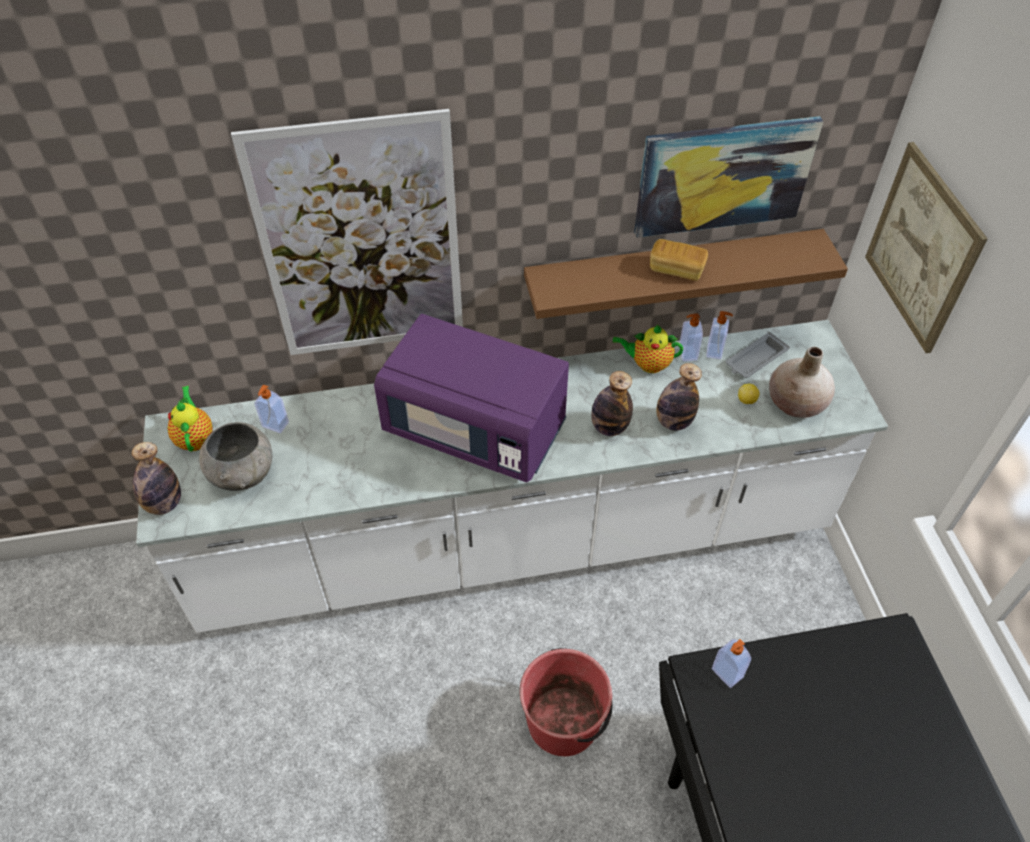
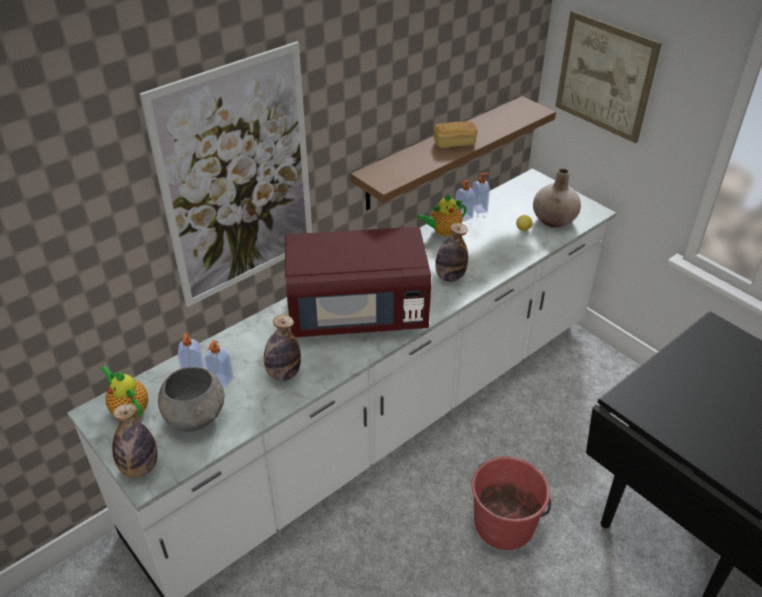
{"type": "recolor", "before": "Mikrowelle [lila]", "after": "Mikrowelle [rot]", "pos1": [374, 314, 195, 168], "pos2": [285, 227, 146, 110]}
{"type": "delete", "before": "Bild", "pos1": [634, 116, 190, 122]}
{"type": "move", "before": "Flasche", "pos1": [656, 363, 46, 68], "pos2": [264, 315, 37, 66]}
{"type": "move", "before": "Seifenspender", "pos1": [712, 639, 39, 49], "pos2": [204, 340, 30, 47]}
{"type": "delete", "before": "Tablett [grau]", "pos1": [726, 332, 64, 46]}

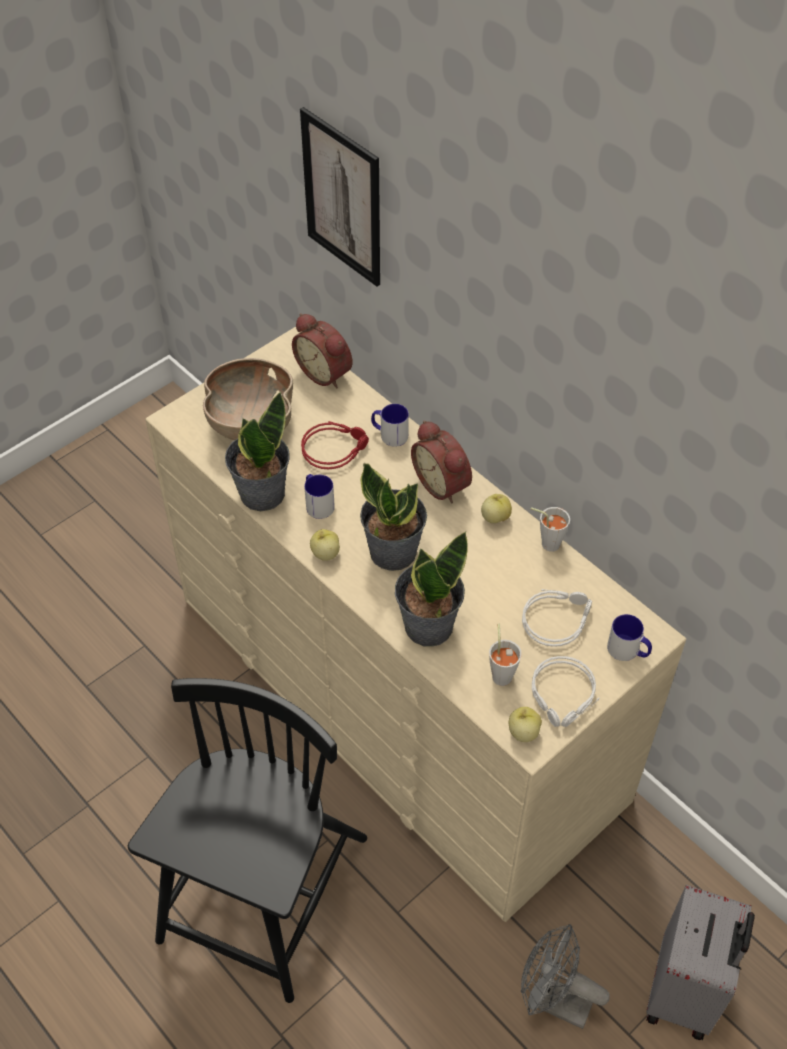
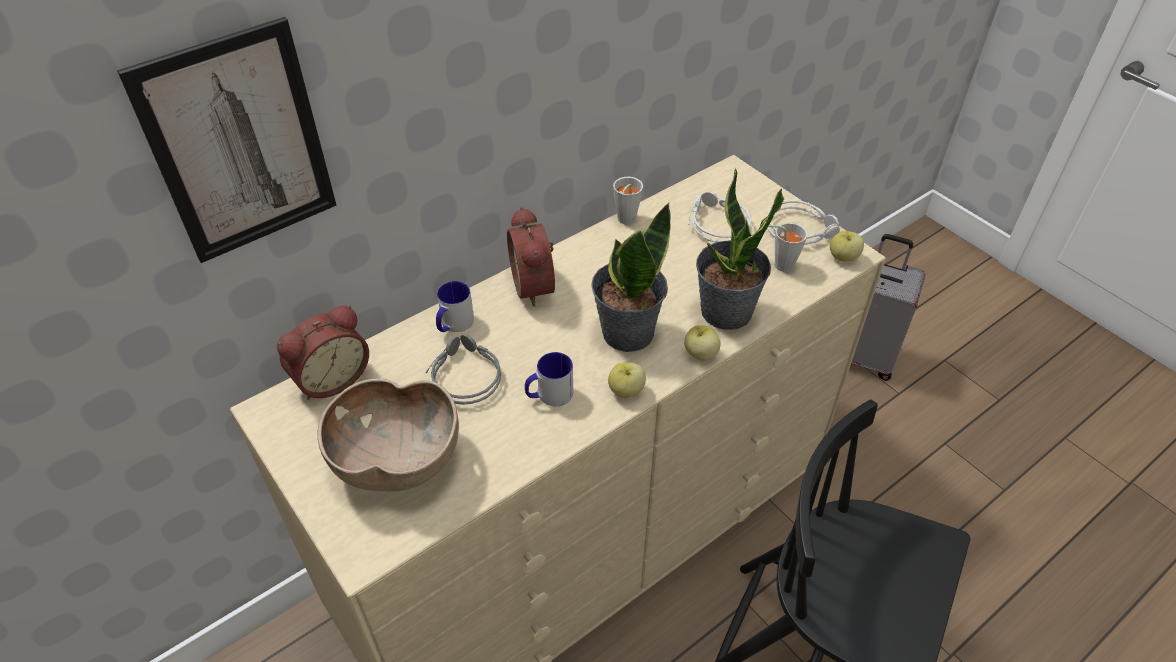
{"type": "delete", "before": "Topfpflanze", "pos1": [225, 391, 65, 120]}
{"type": "recolor", "before": "Kopfhörer [rot]", "after": "Kopfhörer [grau]", "pos1": [301, 421, 68, 48], "pos2": [425, 334, 76, 71]}
{"type": "rotate", "before": "Wecker", "pos1": [411, 420, 61, 84], "pos2": [507, 207, 48, 100], "turn": 105}
{"type": "move", "before": "Apfel", "pos1": [481, 494, 31, 29], "pos2": [684, 325, 37, 36]}
{"type": "delete", "before": "Ventilator [grau]", "pos1": [521, 924, 89, 105]}
{"type": "delete", "before": "Henkelbecher", "pos1": [607, 614, 45, 47]}

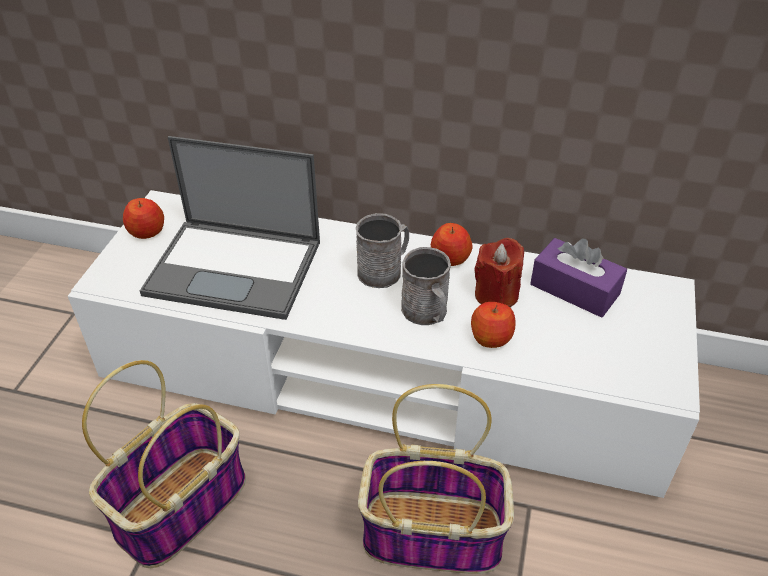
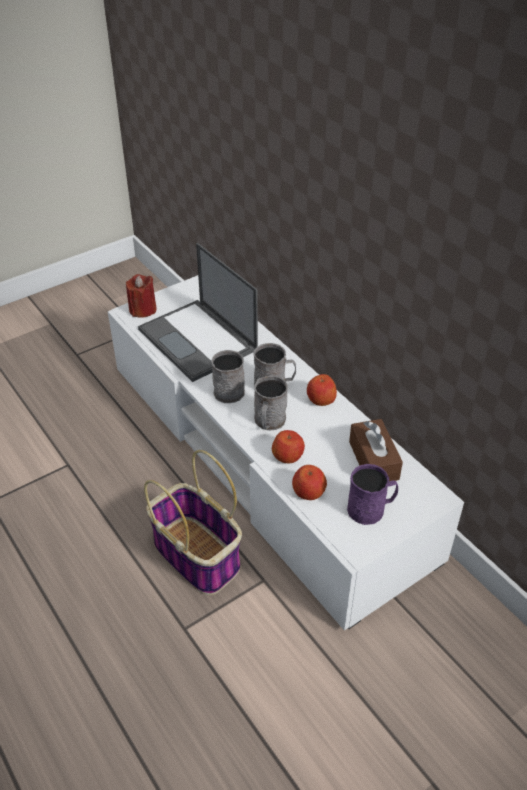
{"type": "delete", "before": "Korb", "pos1": [82, 360, 164, 208]}
{"type": "move", "before": "Apfel", "pos1": [123, 198, 41, 41], "pos2": [292, 465, 35, 35]}
{"type": "move", "before": "Kerze [rot]", "pos1": [474, 238, 50, 69], "pos2": [126, 274, 31, 44]}
{"type": "recolor", "before": "Taschentuchbox [lila]", "after": "Taschentuchbox [braun]", "pos1": [530, 238, 97, 80], "pos2": [349, 419, 54, 62]}
{"type": "insert", "after": "Henkelbecher [grau]", "pos2": [211, 350, 34, 53]}
{"type": "insert", "after": "Henkelbecher [lila]", "pos2": [347, 464, 51, 61]}

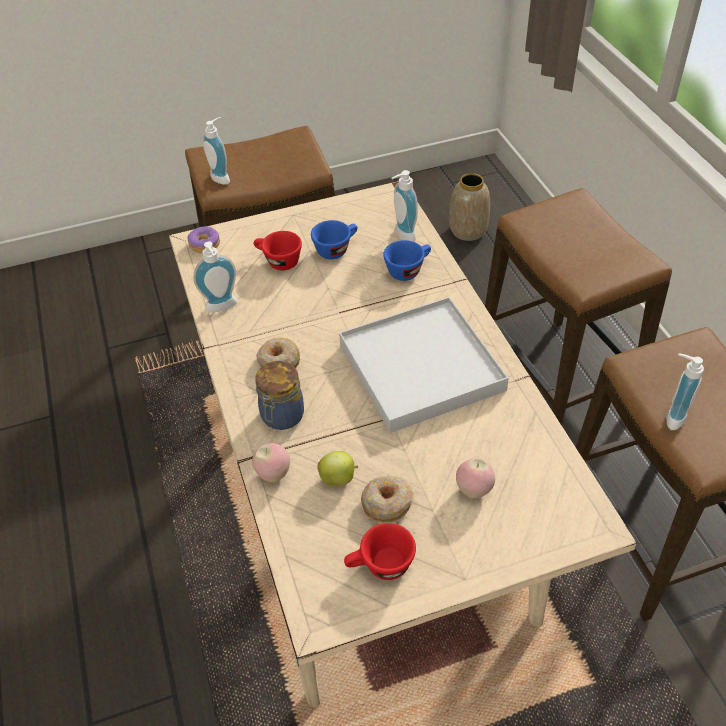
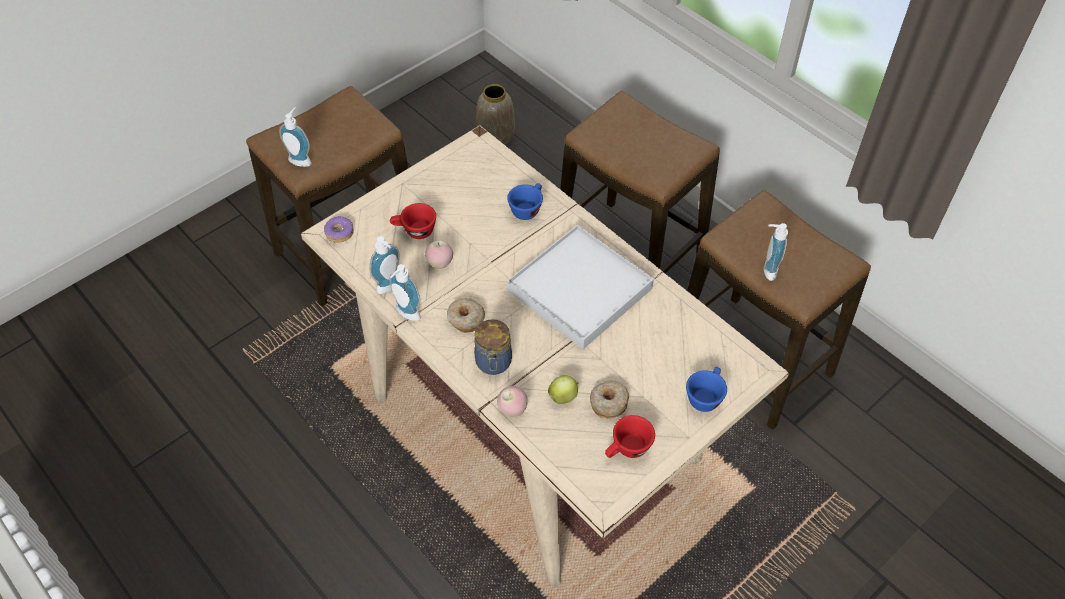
{"type": "move", "before": "Tasse [blau]", "pos1": [311, 220, 46, 40], "pos2": [686, 367, 41, 45]}
{"type": "move", "before": "Seifenspender", "pos1": [392, 170, 26, 72], "pos2": [389, 264, 32, 57]}
{"type": "move", "before": "Apfel", "pos1": [456, 458, 39, 40], "pos2": [425, 240, 28, 29]}

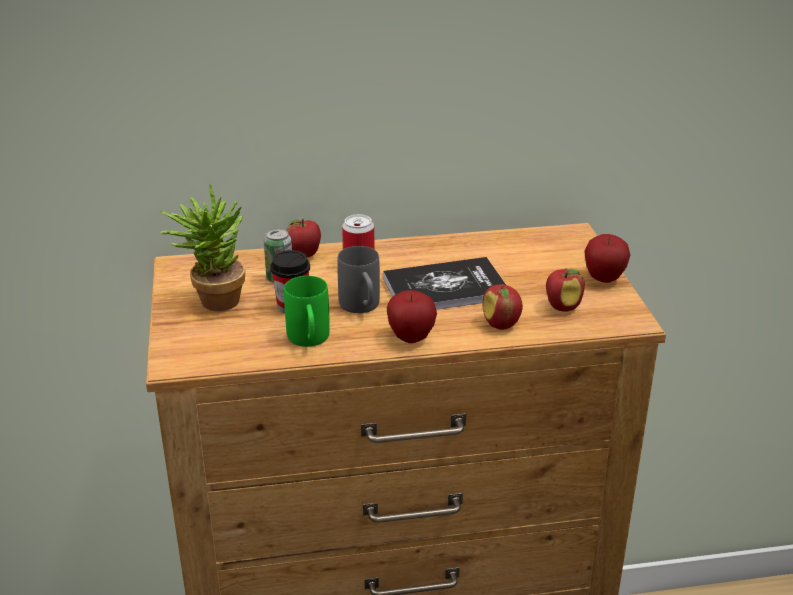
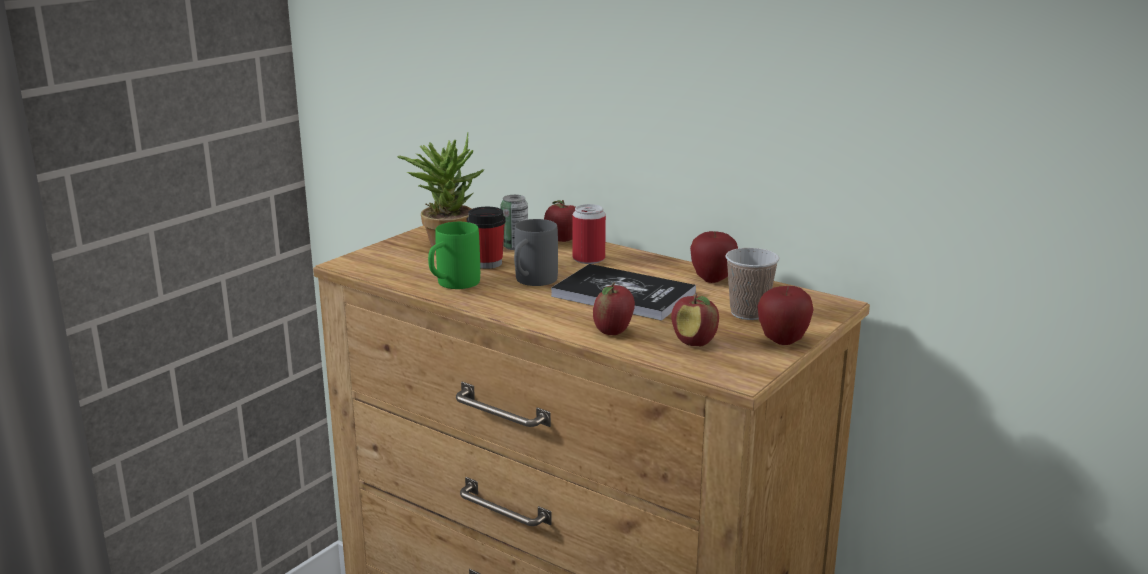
{"type": "move", "before": "Apfel", "pos1": [387, 290, 50, 53], "pos2": [690, 231, 48, 52]}
{"type": "insert", "after": "Tasse", "pos2": [725, 248, 54, 72]}

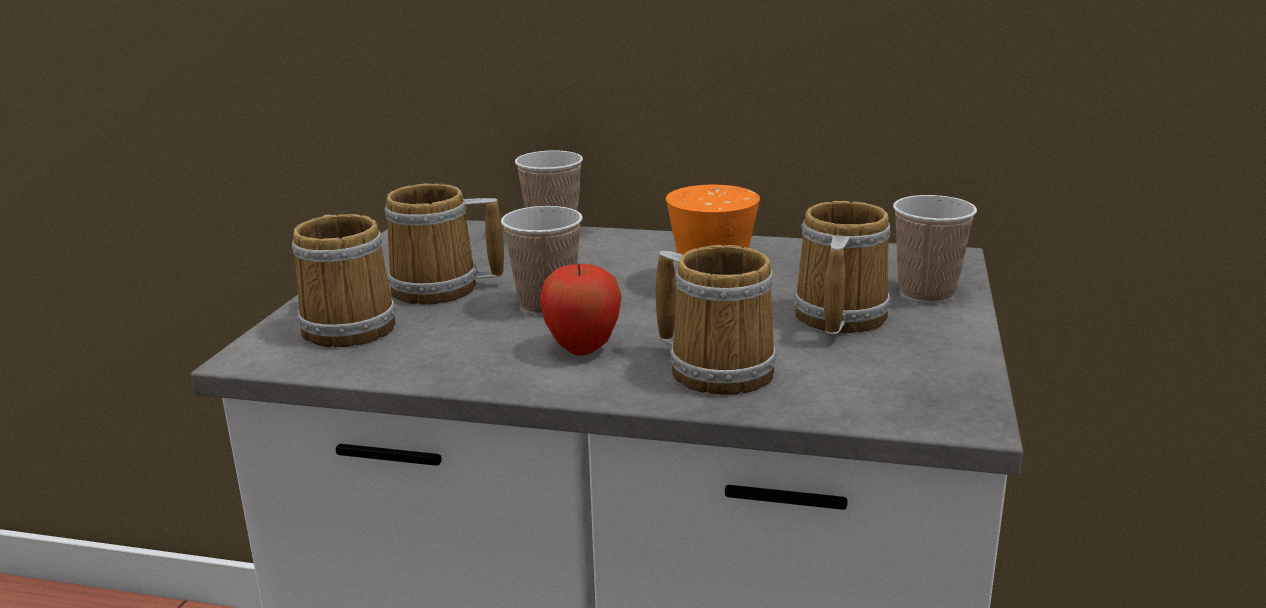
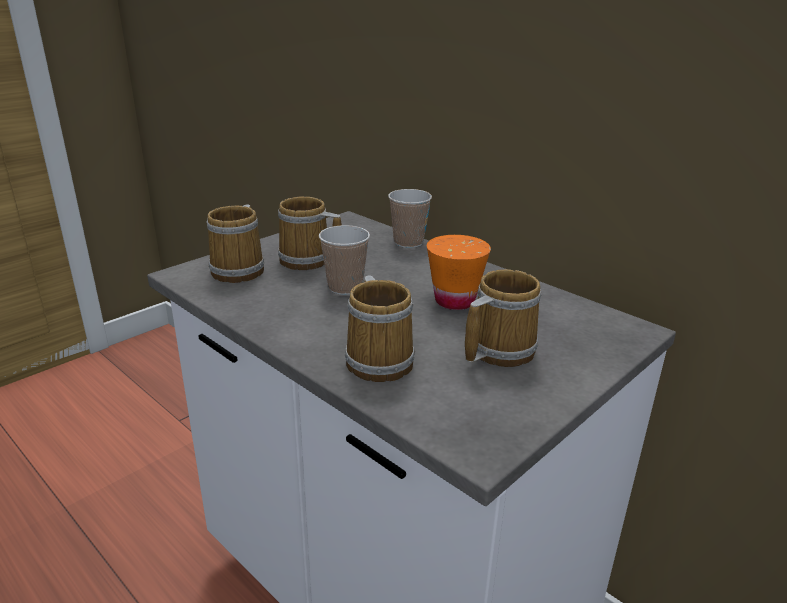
{"type": "delete", "before": "Apfel", "pos1": [540, 263, 82, 93]}
{"type": "delete", "before": "Tasse", "pos1": [893, 195, 84, 109]}

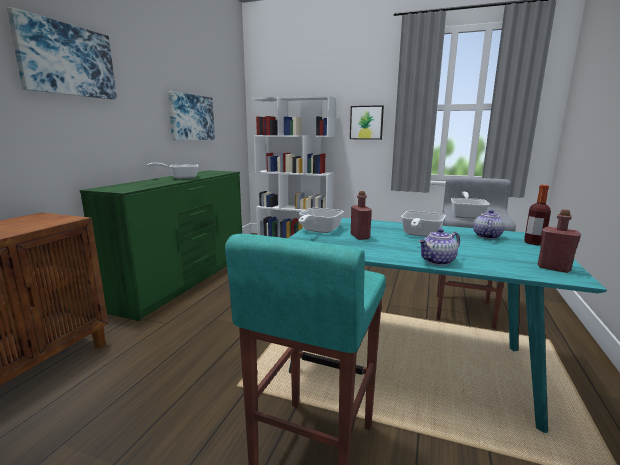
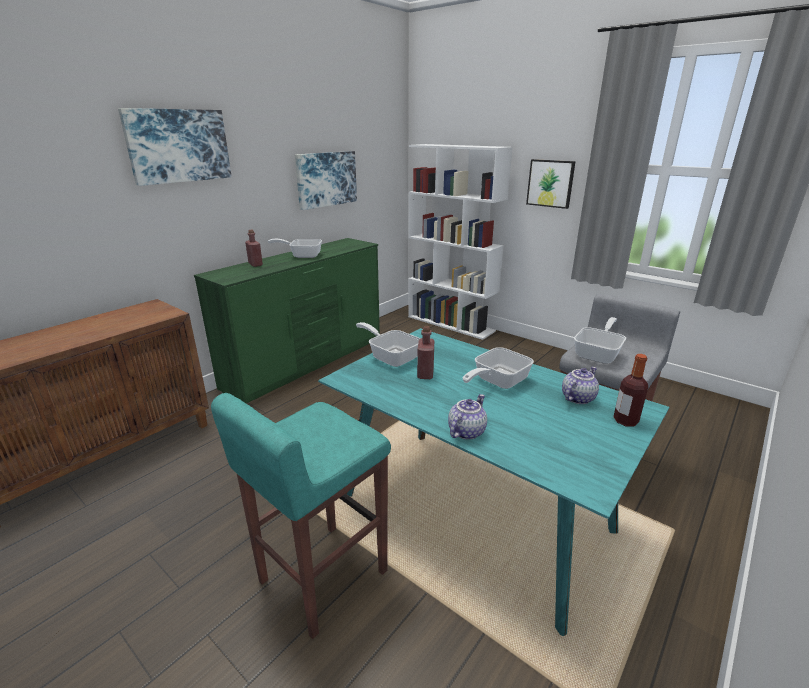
{"type": "rotate", "before": "Pfanne", "pos1": [299, 208, 45, 25], "pos2": [356, 322, 65, 45], "turn": 90}
{"type": "rotate", "before": "Teekanne", "pos1": [419, 228, 41, 37], "pos2": [448, 394, 39, 45], "turn": 135}
{"type": "move", "before": "Flasche [rot]", "pos1": [537, 209, 44, 64], "pos2": [245, 229, 18, 38]}

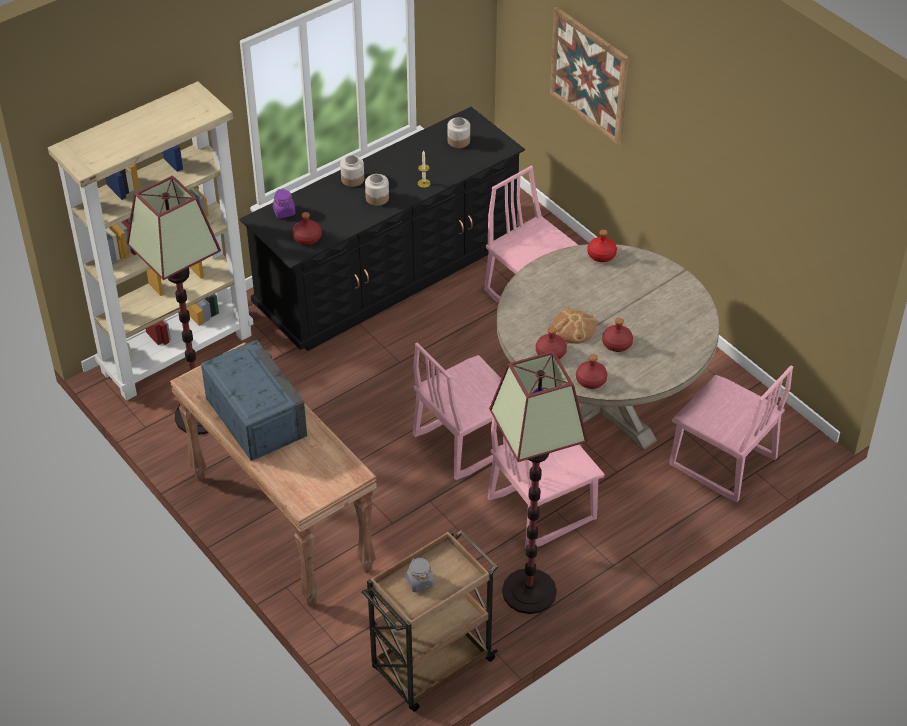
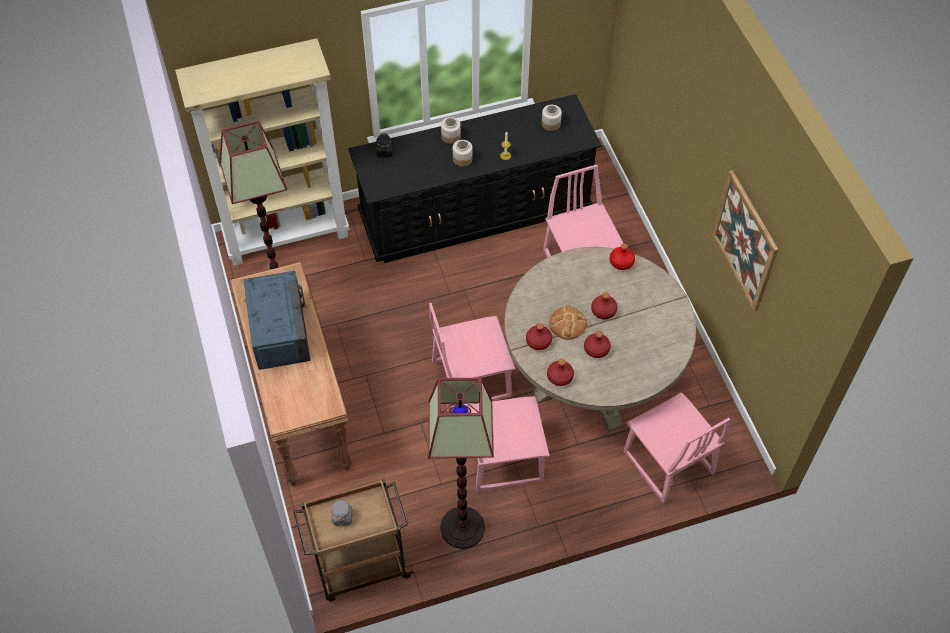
{"type": "recolor", "before": "Vorratsglas [lila]", "after": "Vorratsglas [schwarz]", "pos1": [273, 188, 22, 30], "pos2": [376, 133, 17, 24]}
{"type": "move", "before": "Flasche [rot]", "pos1": [292, 212, 30, 33], "pos2": [591, 292, 26, 27]}
{"type": "move", "before": "Bild", "pos1": [550, 7, 79, 139], "pos2": [712, 170, 67, 141]}

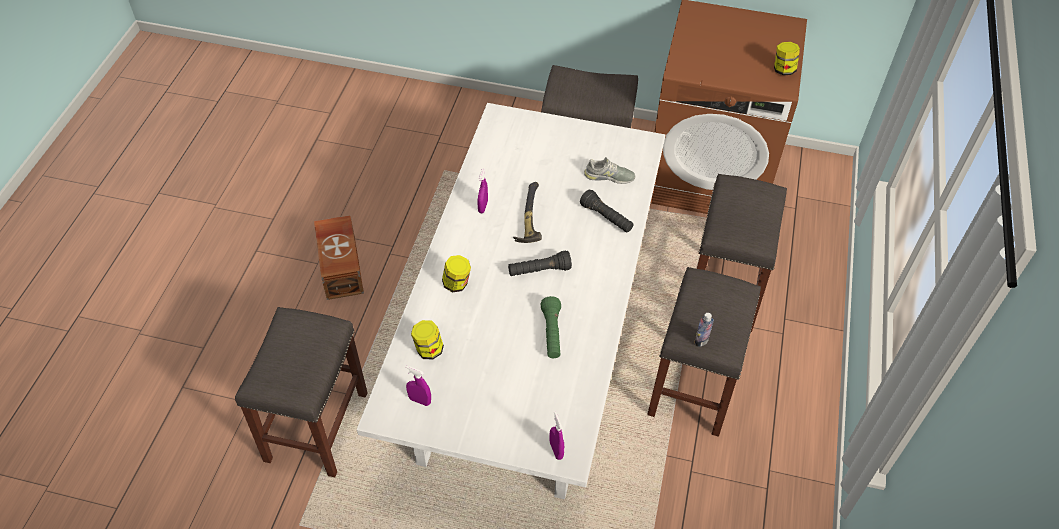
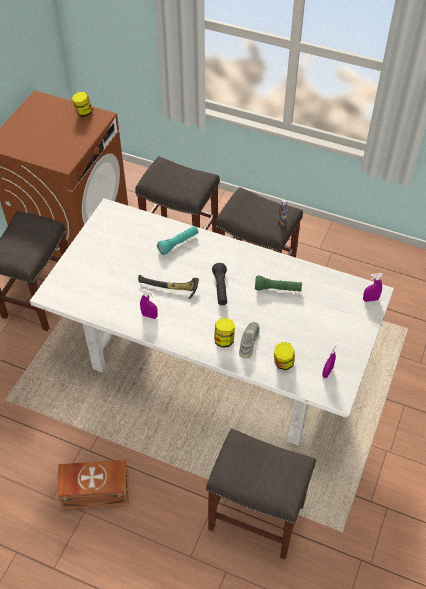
{"type": "recolor", "before": "Taschenlampe [schwarz]", "after": "Taschenlampe [türkis]", "pos1": [580, 190, 53, 43], "pos2": [157, 226, 41, 29]}
{"type": "move", "before": "Schuh [grau]", "pos1": [584, 157, 51, 27], "pos2": [239, 322, 21, 36]}

